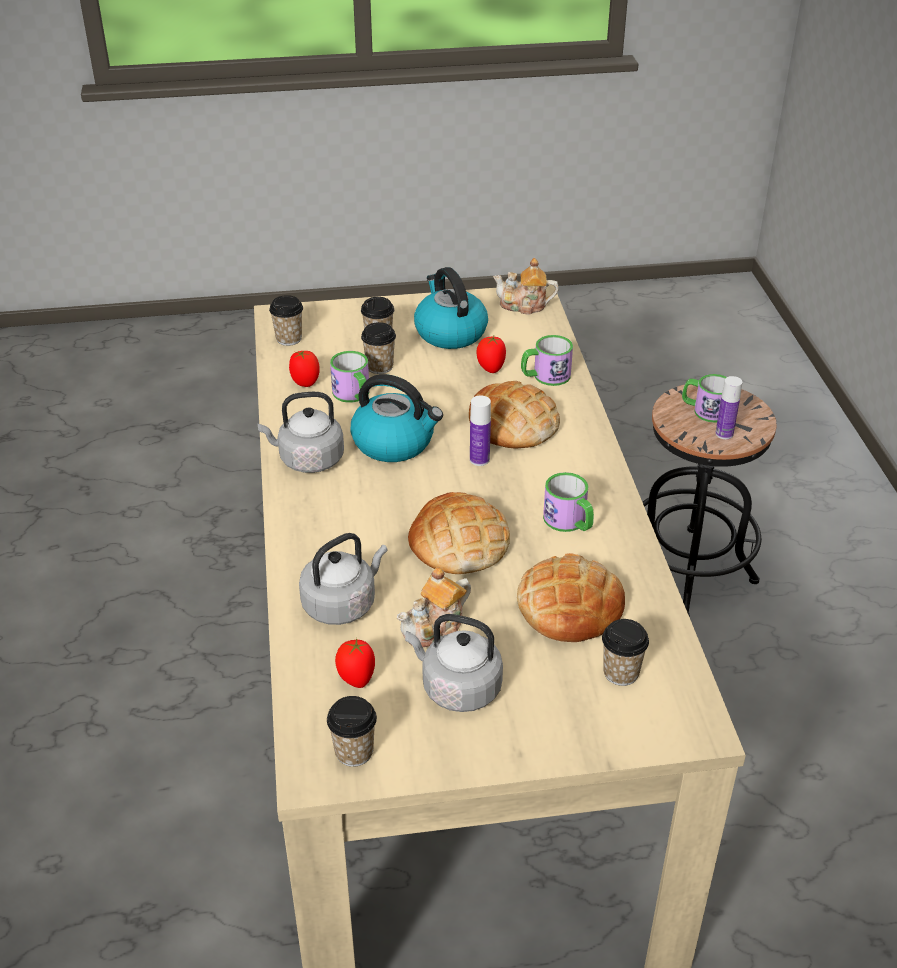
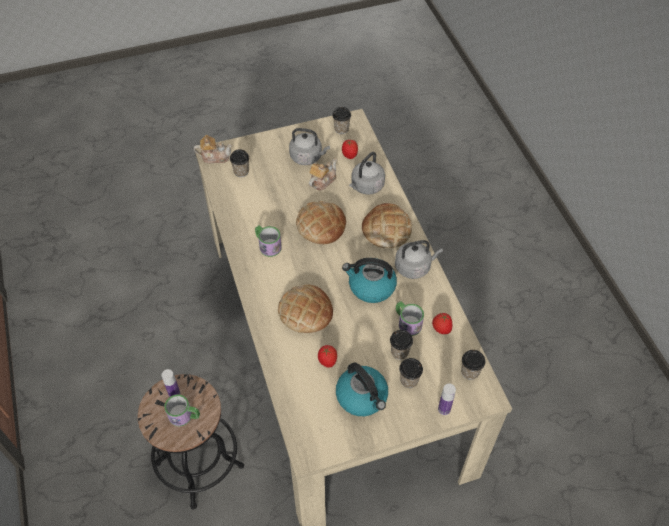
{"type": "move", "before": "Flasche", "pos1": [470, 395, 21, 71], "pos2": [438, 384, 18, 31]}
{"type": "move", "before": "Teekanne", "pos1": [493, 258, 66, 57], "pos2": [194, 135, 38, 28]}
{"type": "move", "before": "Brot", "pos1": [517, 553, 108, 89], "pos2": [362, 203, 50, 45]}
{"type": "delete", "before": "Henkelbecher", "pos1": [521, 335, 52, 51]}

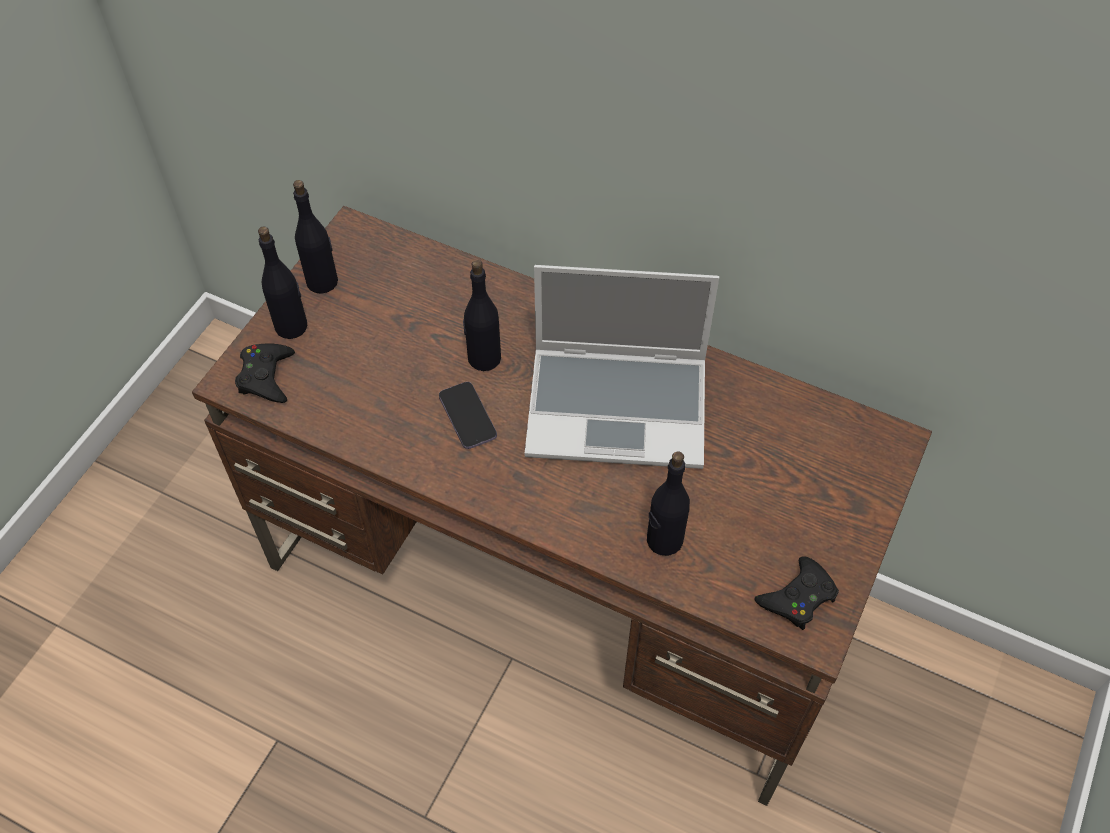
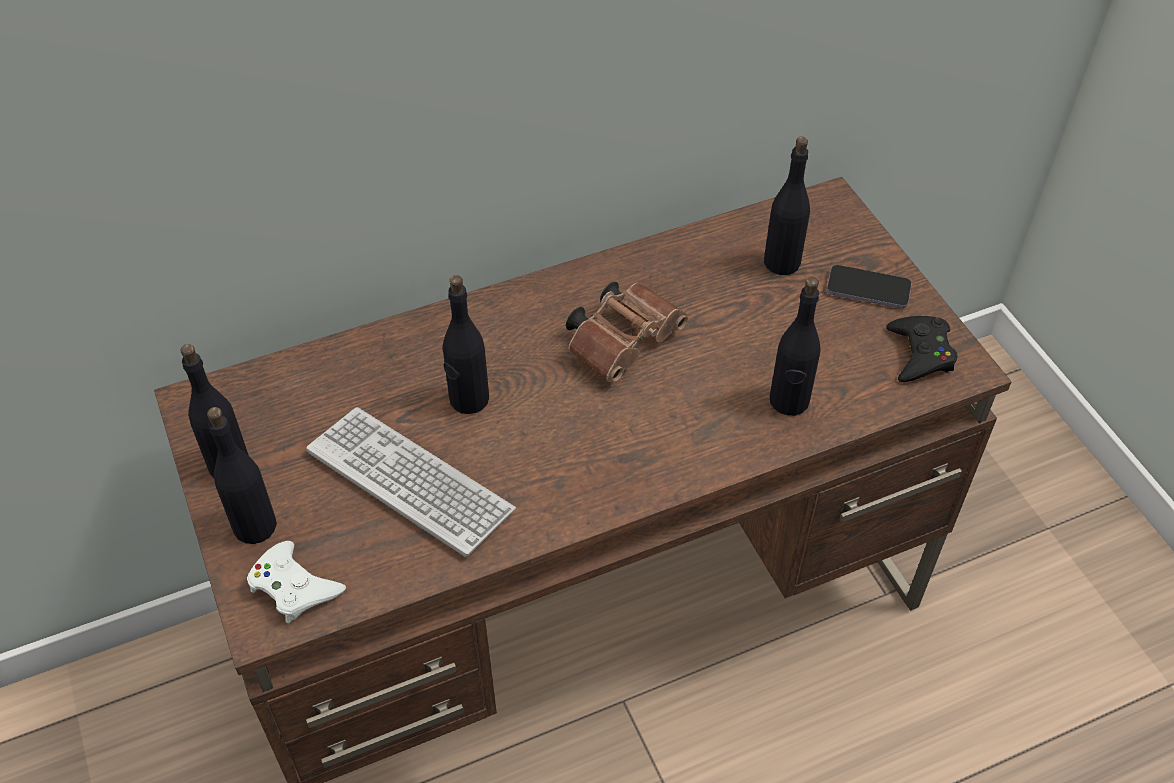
{"type": "recolor", "before": "Gamepad [schwarz]", "after": "Gamepad [weiß]", "pos1": [235, 344, 60, 59], "pos2": [247, 541, 99, 82]}
{"type": "move", "before": "Handy", "pos1": [439, 382, 58, 67], "pos2": [827, 265, 85, 43]}
{"type": "replace", "before": "Laptop", "after": "Fernglas [braun]", "pos1": [525, 265, 194, 204], "pos2": [566, 282, 122, 101]}
{"type": "insert", "after": "Tastatur", "pos2": [306, 407, 210, 150]}
{"type": "insert", "after": "Flasche [schwarz]", "pos2": [764, 136, 46, 139]}

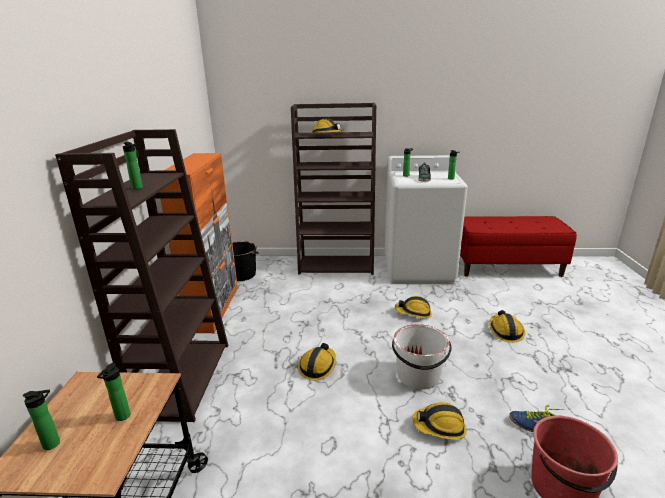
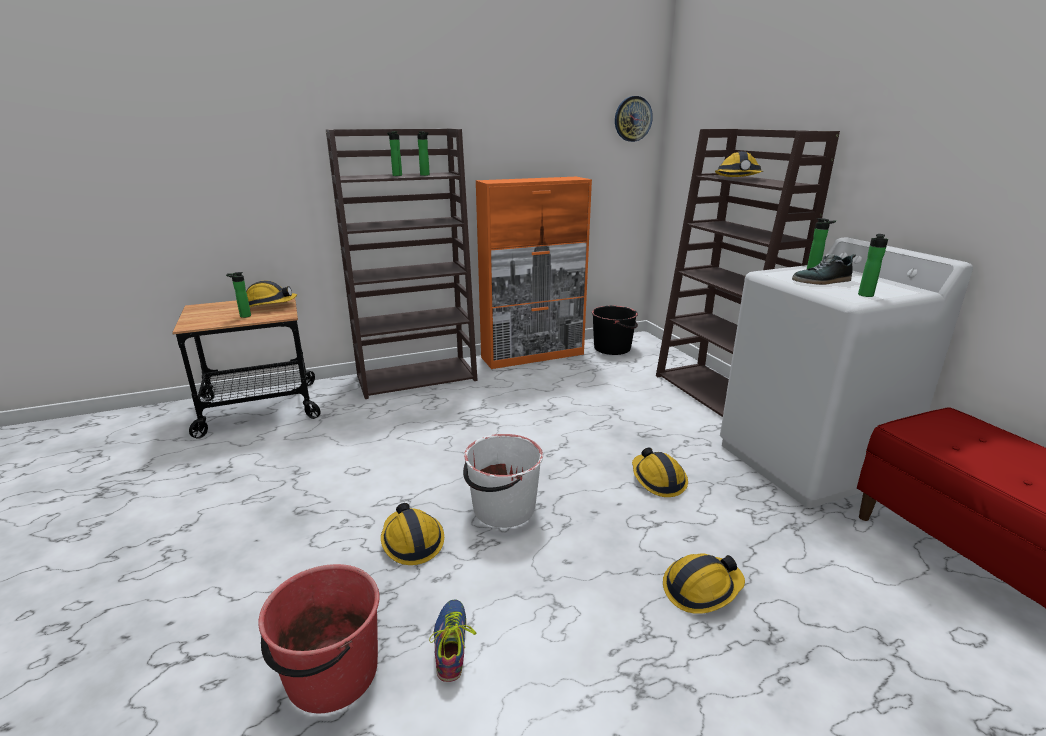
{"type": "move", "before": "Flasche", "pos1": [23, 390, 37, 60], "pos2": [417, 131, 13, 45]}
{"type": "move", "before": "Schutzhelm", "pos1": [298, 343, 38, 38], "pos2": [246, 280, 51, 27]}
{"type": "insert", "after": "Wanduhr", "pos2": [615, 96, 38, 46]}

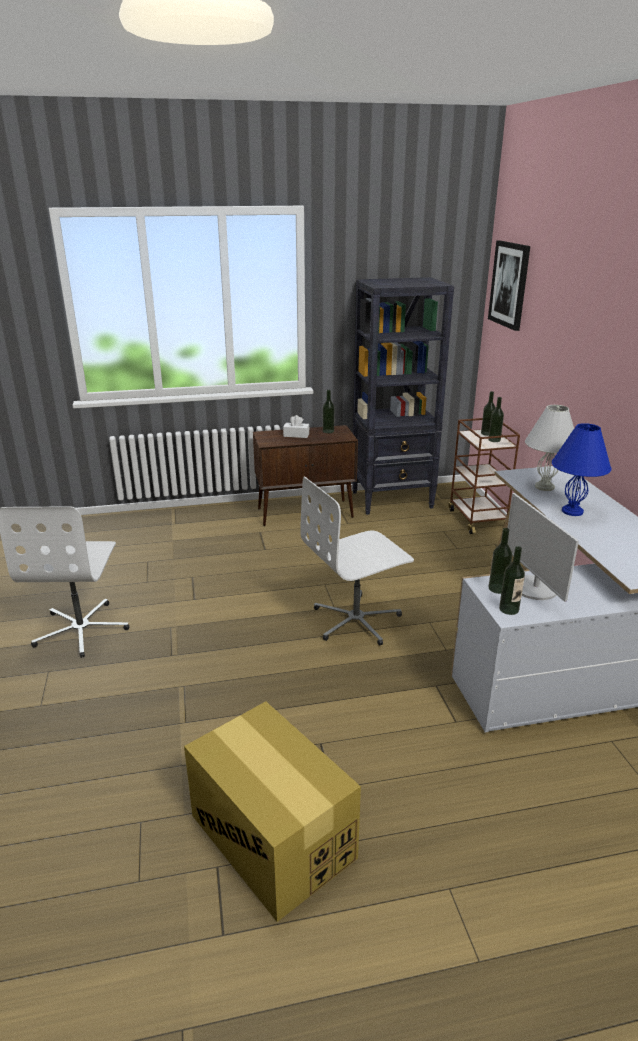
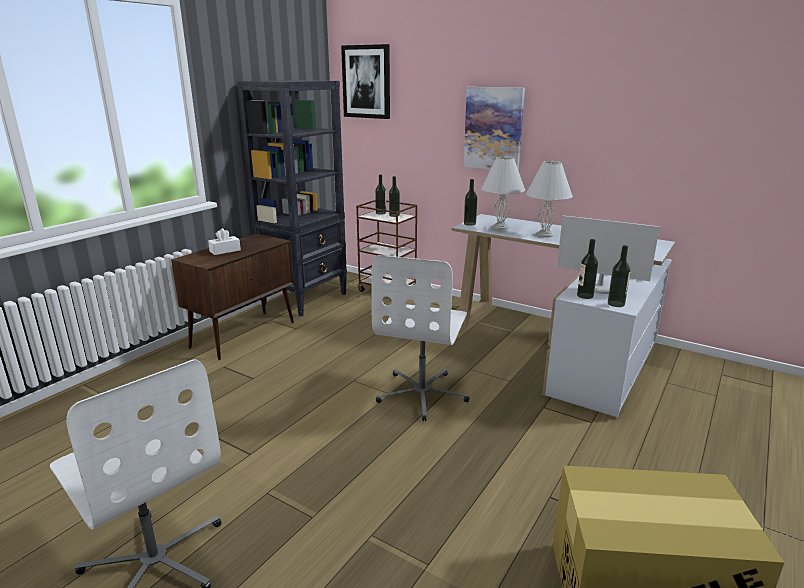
{"type": "move", "before": "Flasche", "pos1": [323, 390, 12, 43], "pos2": [464, 179, 13, 47]}
{"type": "recolor", "before": "Tischlampe [blau]", "after": "Tischlampe [weiß]", "pos1": [552, 423, 59, 93], "pos2": [526, 161, 47, 76]}
{"type": "insert", "after": "Bild", "pos2": [464, 87, 61, 84]}

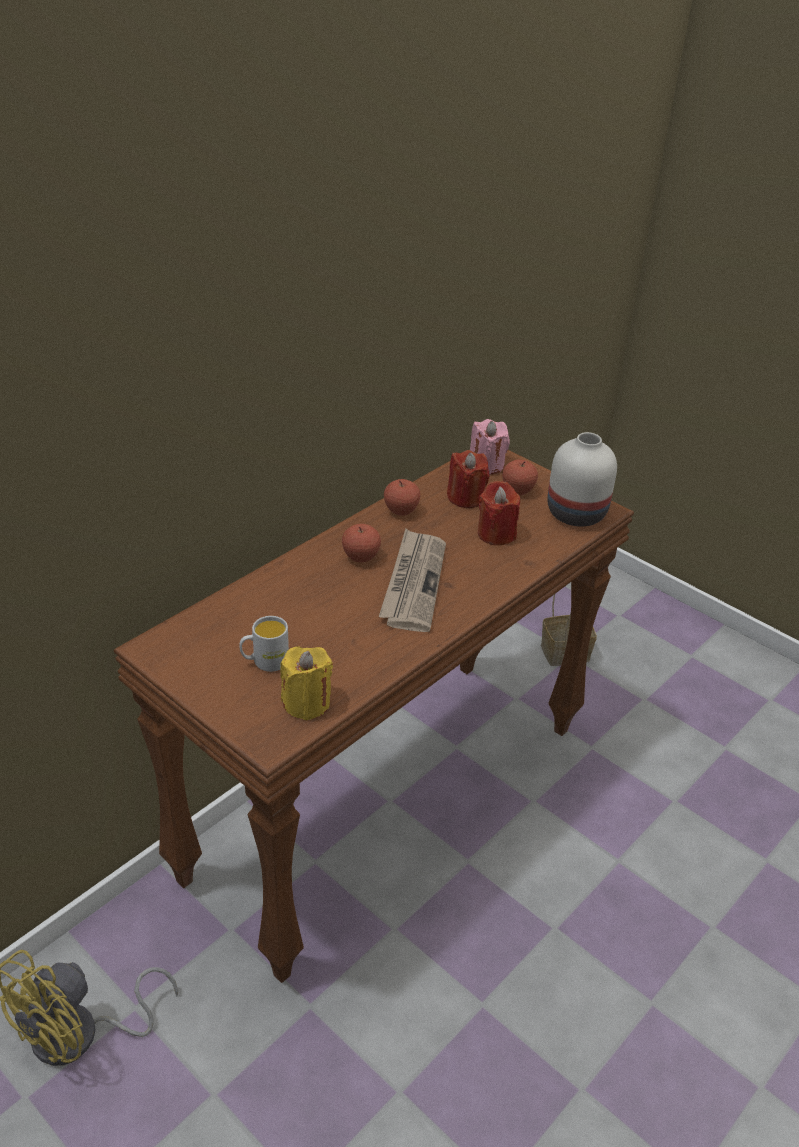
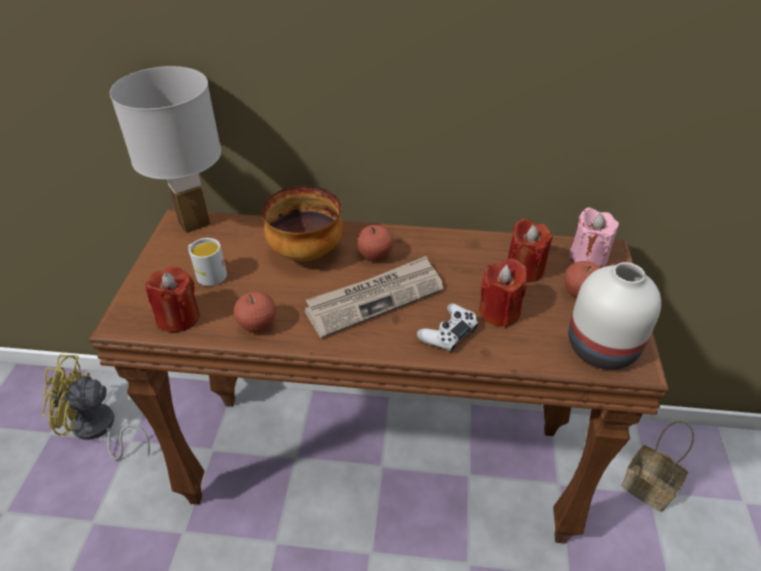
{"type": "recolor", "before": "Kerze [gelb]", "after": "Kerze [rot]", "pos1": [280, 646, 53, 75], "pos2": [146, 266, 54, 66]}
{"type": "move", "before": "Apfel", "pos1": [384, 479, 36, 37], "pos2": [234, 291, 42, 42]}
{"type": "insert", "after": "Tischlampe [weiß]", "pos2": [110, 66, 111, 167]}
{"type": "insert", "after": "Schüssel", "pos2": [262, 186, 81, 76]}
{"type": "insert", "after": "Gamepad [weiß]", "pos2": [417, 303, 61, 49]}

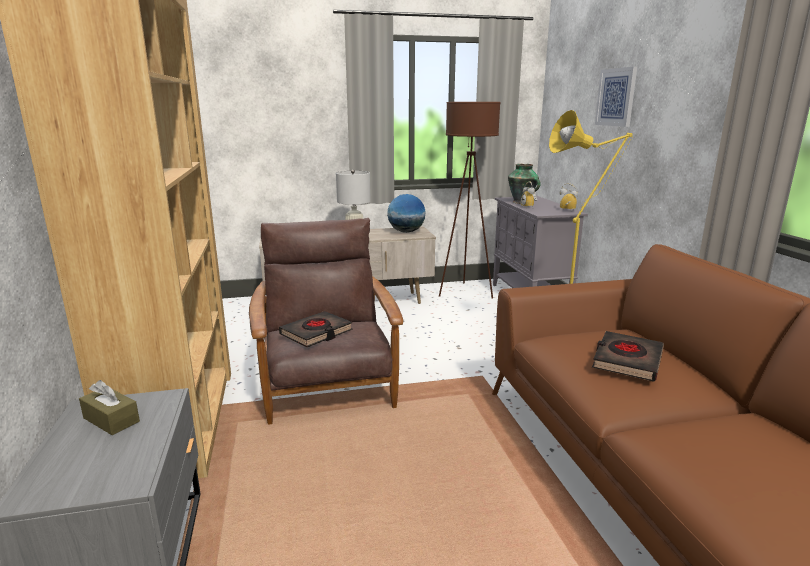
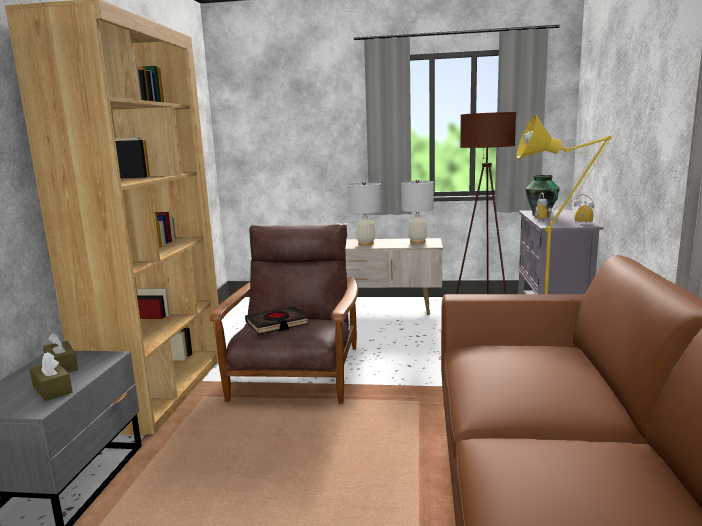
{"type": "replace", "before": "Globus", "after": "Tischlampe [weiß]", "pos1": [387, 194, 38, 39], "pos2": [401, 179, 33, 65]}
{"type": "delete", "before": "Buch [schwarz]", "pos1": [592, 331, 72, 51]}
{"type": "delete", "before": "Bild", "pos1": [595, 66, 42, 61]}
{"type": "insert", "after": "Taschentuchbox [braun]", "pos2": [29, 352, 44, 49]}

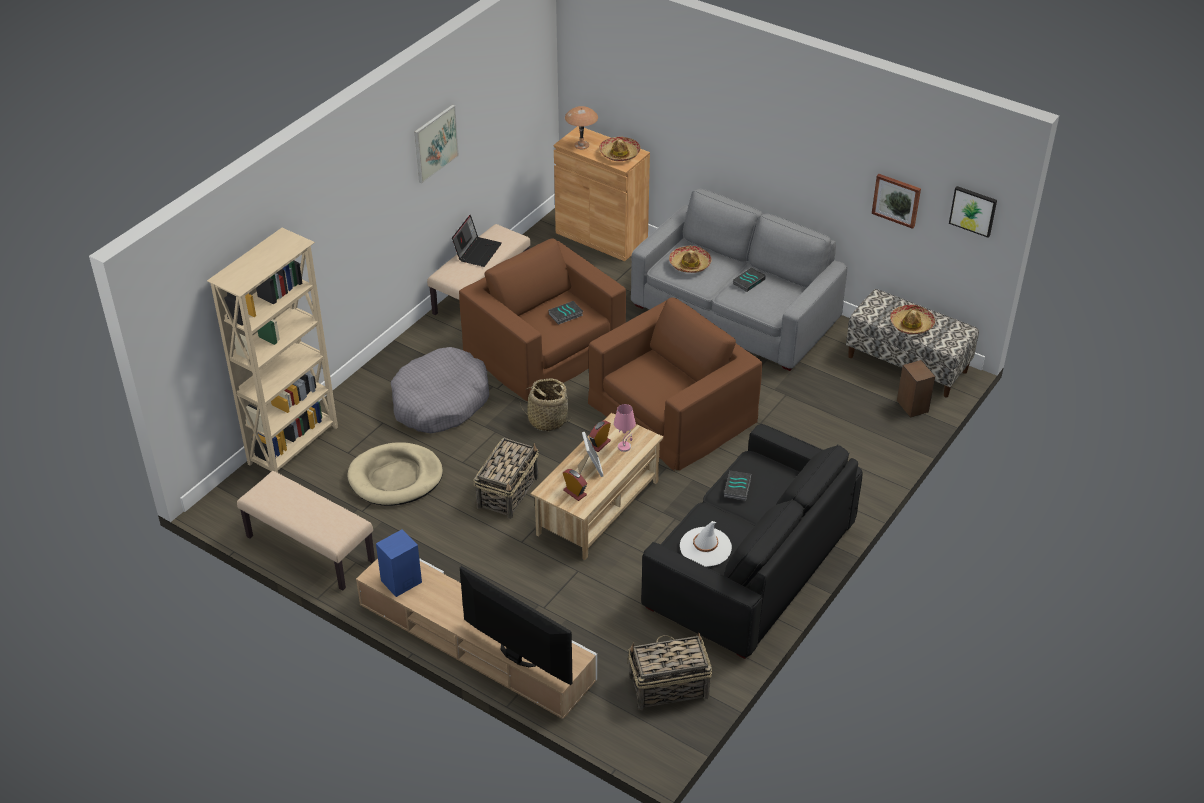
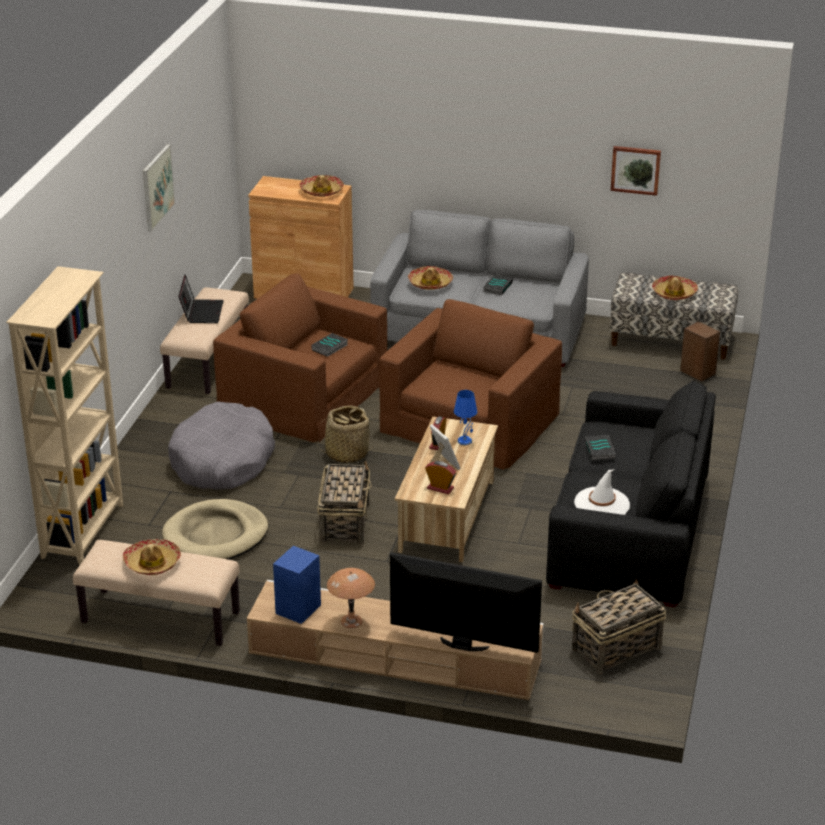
{"type": "move", "before": "Tischlampe [braun]", "pos1": [565, 106, 33, 43], "pos2": [327, 568, 48, 60]}
{"type": "recolor", "before": "Tischlampe [rosa]", "after": "Tischlampe [blau]", "pos1": [614, 404, 22, 48], "pos2": [454, 390, 23, 55]}
{"type": "delete", "before": "Bild", "pos1": [949, 186, 48, 52]}
{"type": "insert", "after": "Hut", "pos2": [123, 539, 58, 36]}

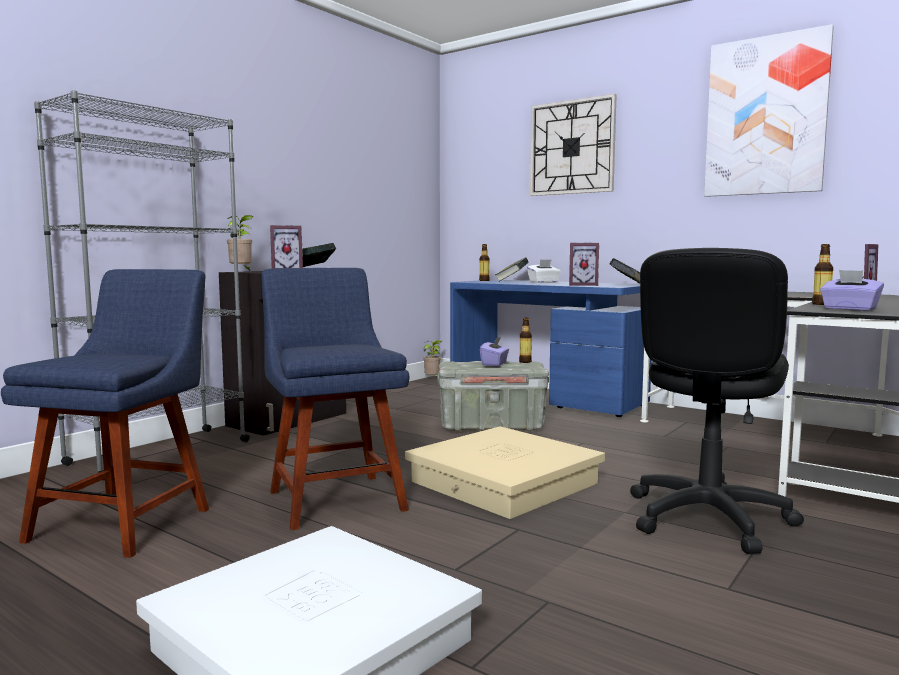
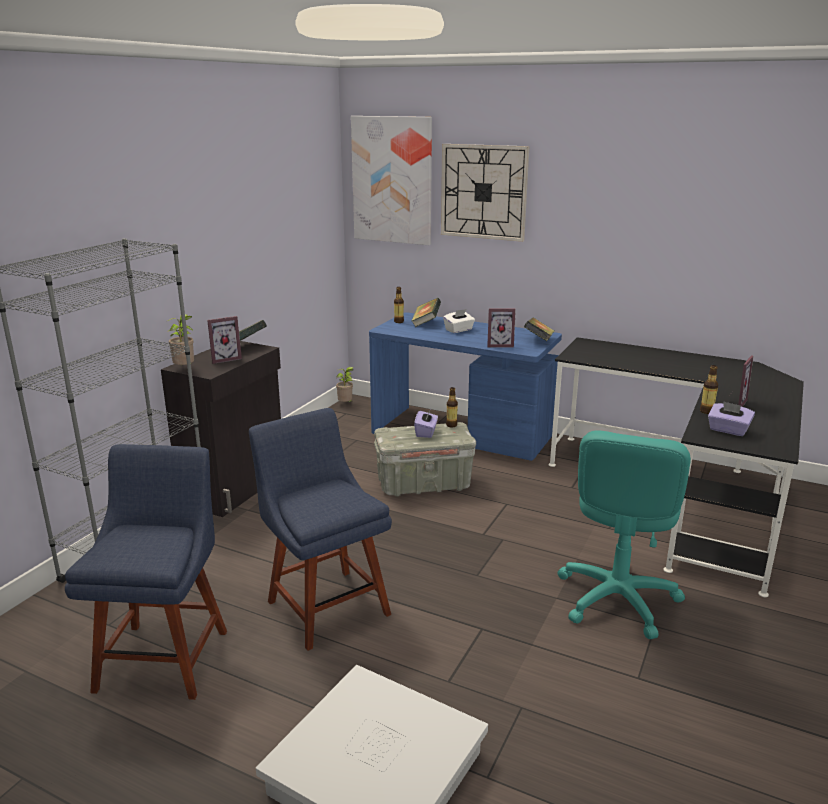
{"type": "delete", "before": "Aufbewahrungsbox [beige]", "pos1": [405, 426, 200, 93]}
{"type": "recolor", "before": "Bürostuhl [schwarz]", "after": "Bürostuhl [türkis]", "pos1": [630, 248, 174, 306], "pos2": [557, 431, 134, 208]}
{"type": "move", "before": "Bild", "pos1": [704, 24, 130, 173], "pos2": [351, 116, 81, 129]}

